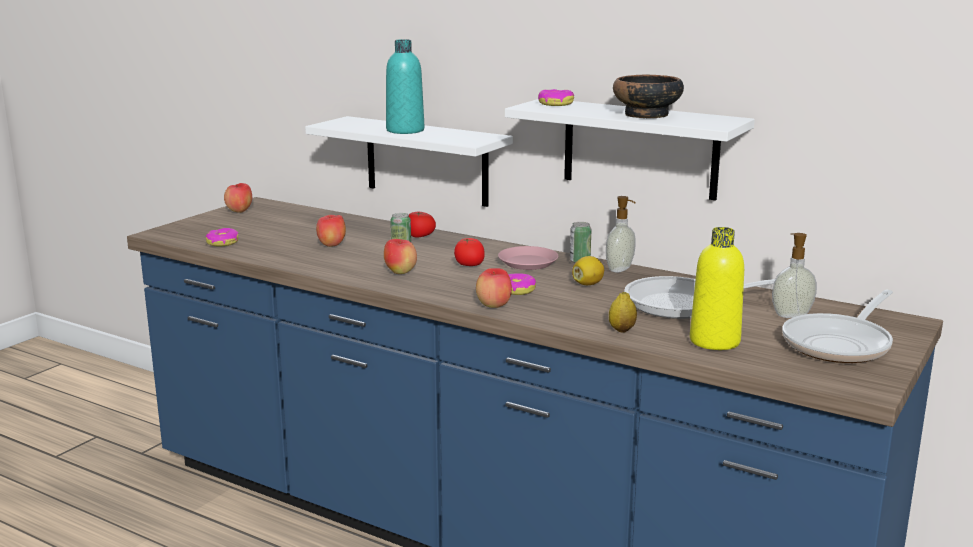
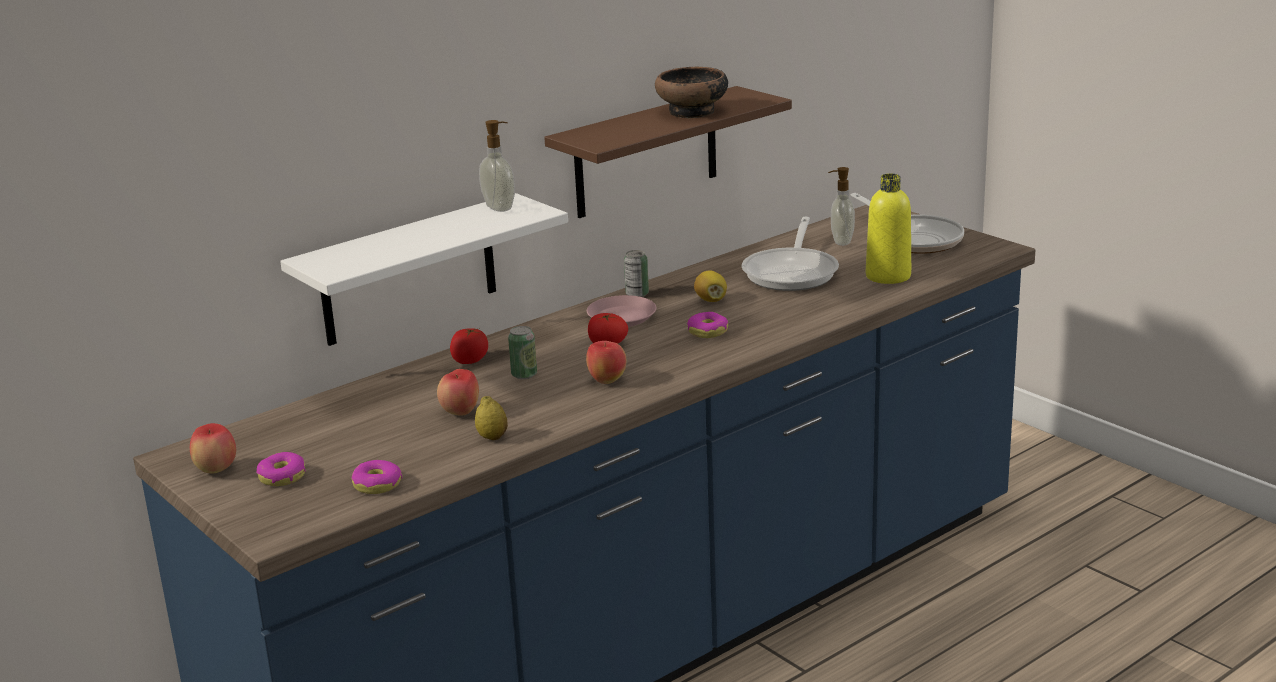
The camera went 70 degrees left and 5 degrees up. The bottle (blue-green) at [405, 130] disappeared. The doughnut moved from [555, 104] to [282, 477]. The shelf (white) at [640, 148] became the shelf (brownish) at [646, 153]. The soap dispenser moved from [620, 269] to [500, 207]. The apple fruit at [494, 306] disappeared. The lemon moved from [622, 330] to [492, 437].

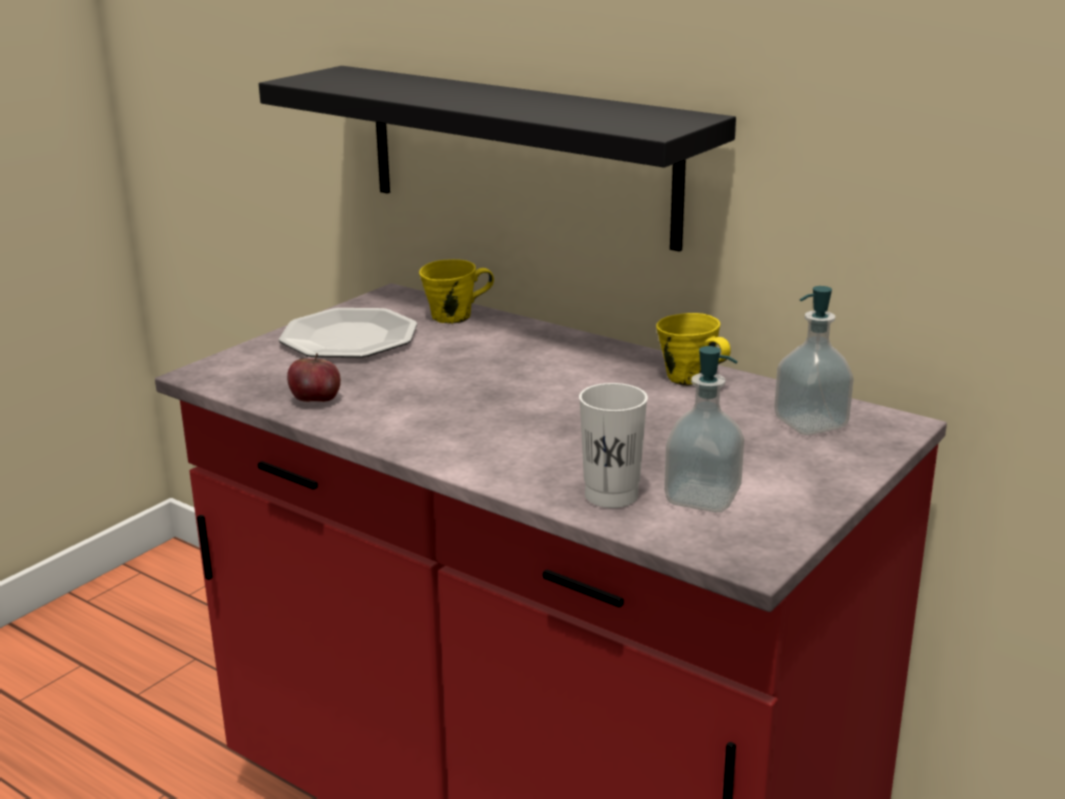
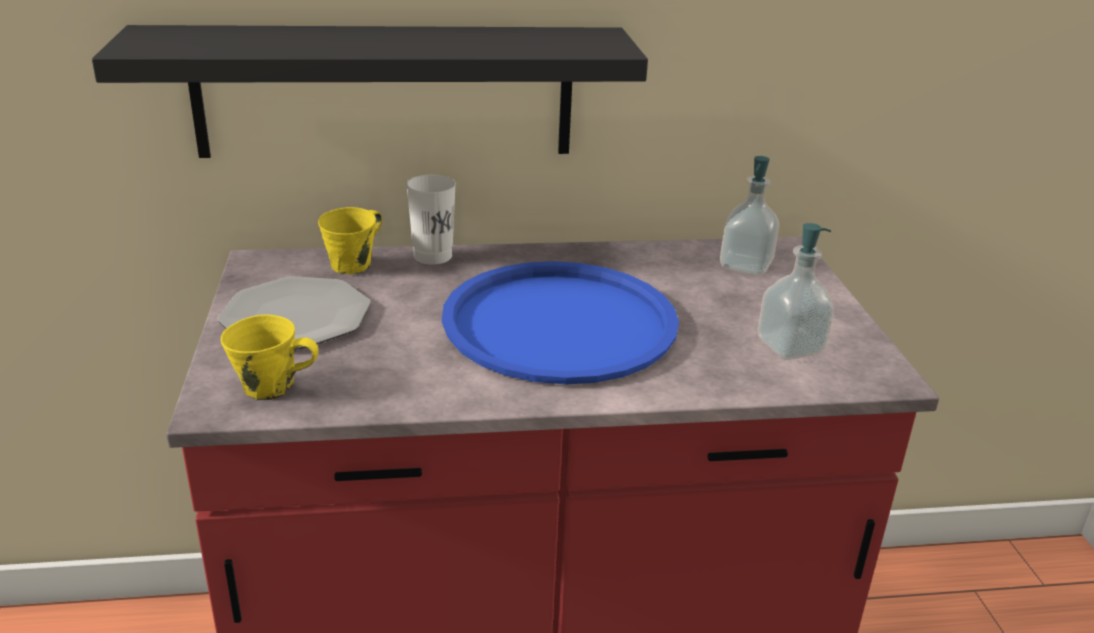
The camera went 45 degrees left and 5 degrees up. The mug (yellow-coloured) moved from [691, 379] to [272, 388]. The apple fruit at [315, 400] disappeared. The drinking cup (white) moved from [611, 495] to [432, 256]. The serving tray (blue) at [559, 323] appeared.

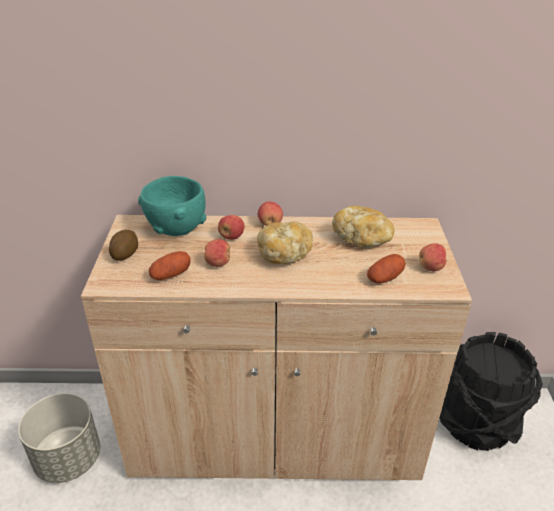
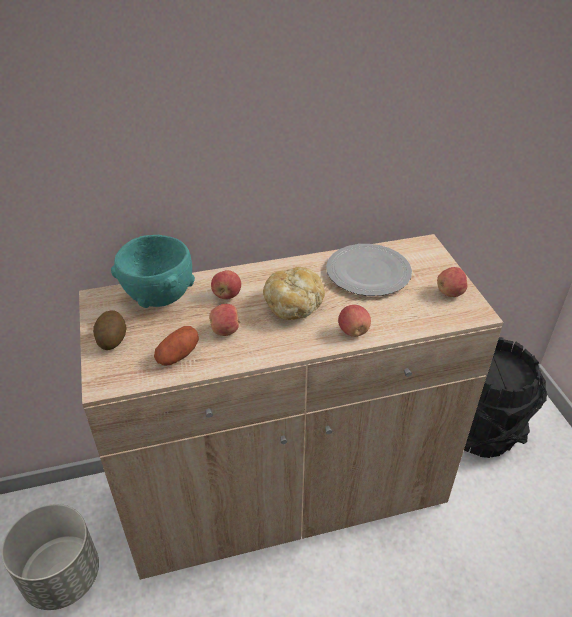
The camera went 15 degrees left and 5 degrees up. The apple fruit moved from [270, 224] to [353, 331]. The bakery bread at [362, 238] was replaced by the flat dish at [368, 272]. The spud at [385, 278] disappeared.

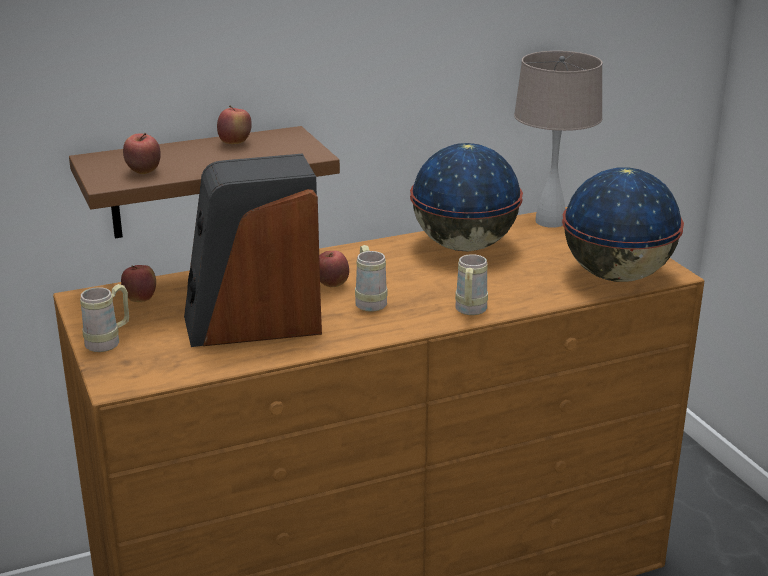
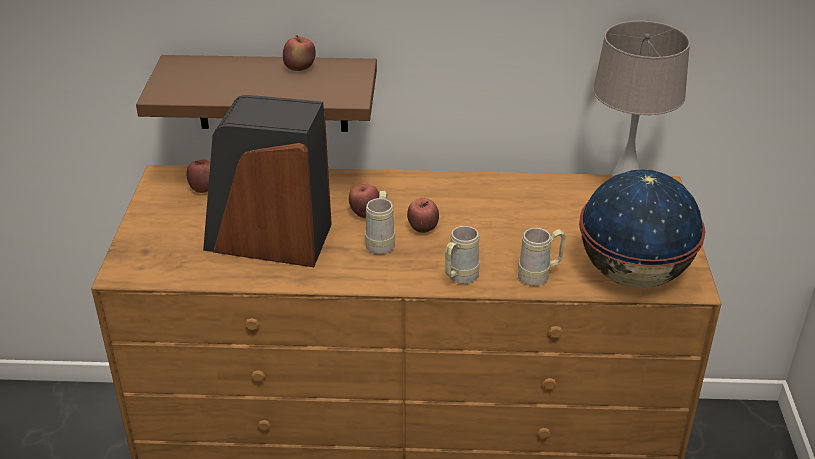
The camera went 25 degrees right and 10 degrees up. The apple fruit moved from [143, 172] to [423, 229]. The world globe at [463, 246] disappeared. The mug (beige) moved from [109, 342] to [539, 276].

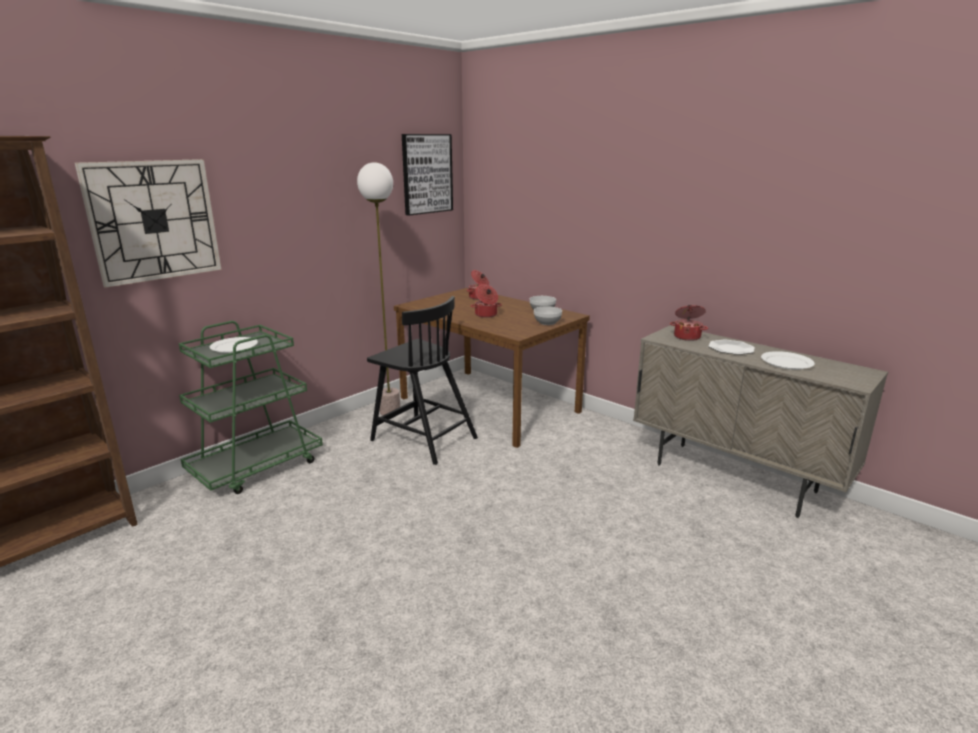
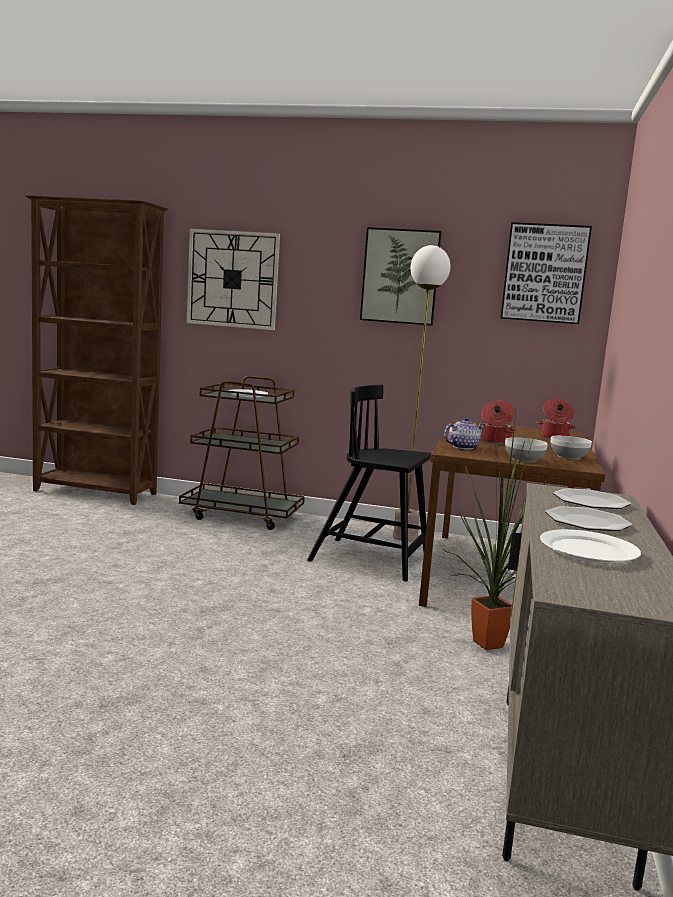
The camera went 60 degrees right and 10 degrees down. The plain chair (black-coloured) at [422, 438] turned 105 degrees clockwise. The saucepot at [687, 337] was replaced by the flat dish at [591, 501]. The wheeled cart (green) at [257, 467] became the wheeled cart (brownish) at [242, 515]. The wall art at [400, 276] appeared. The plant in a pot at [493, 644] appeared. The teapot at [462, 447] appeared.

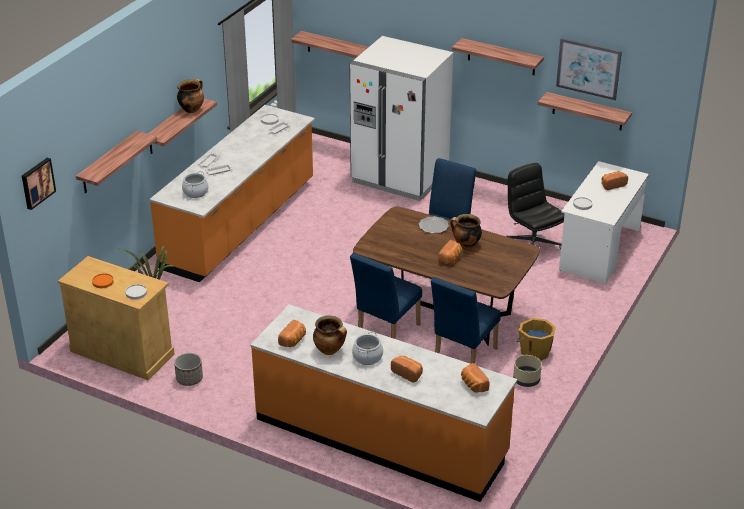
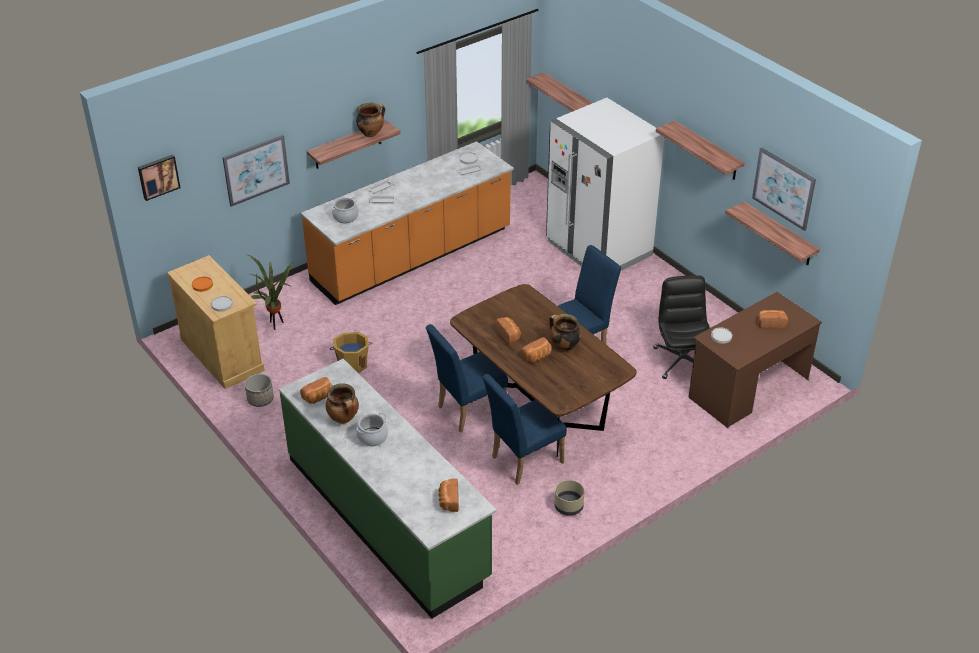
The camera went 25 degrees right and 5 degrees up. The shelf at [108, 163] was replaced by the wall art at [256, 170]. The desk unit (white) at [599, 250] became the desk unit (brownish) at [748, 388]. The flat dish at [433, 226] disappeared. The counter (orange-coloured) at [381, 437] became the counter (green) at [387, 517]. The bucket (orange-coloured) moved from [534, 351] to [352, 364]. The bakery bread moved from [408, 373] to [509, 335].

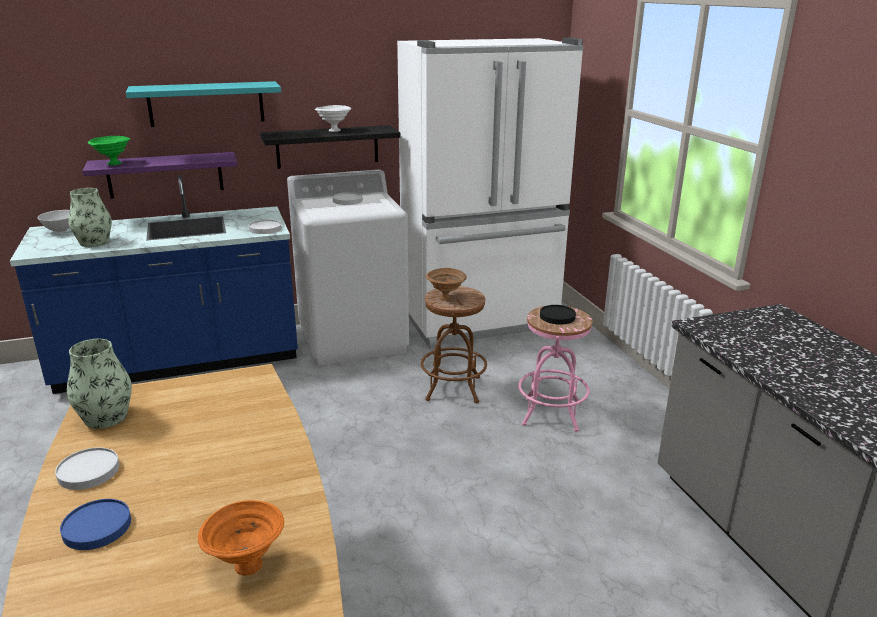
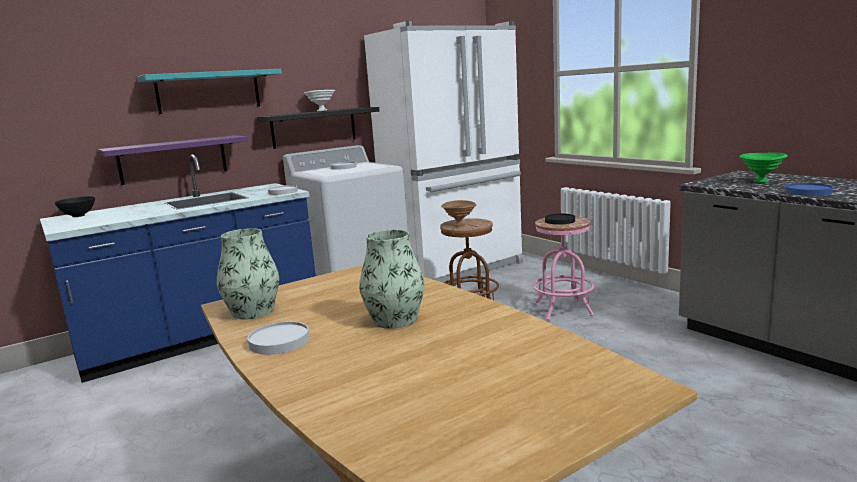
The camera went 15 degrees left and 10 degrees down. The serving bowl (green) moved from [113, 164] to [761, 182]. The flower vase moved from [94, 242] to [395, 319]. The serving bowl (white) at [61, 231] became the serving bowl (black-coloured) at [78, 216]. The flat dish (blue) moved from [96, 527] to [808, 192]. The serving bowl (orange-coloured) at [246, 566] disappeared.

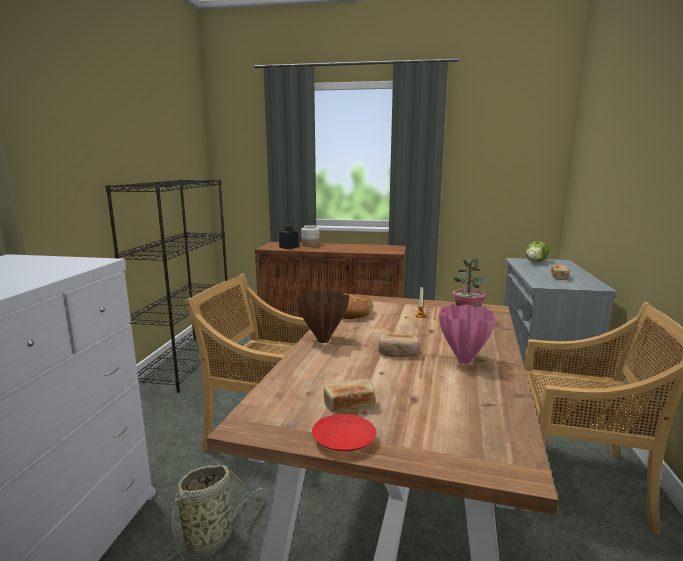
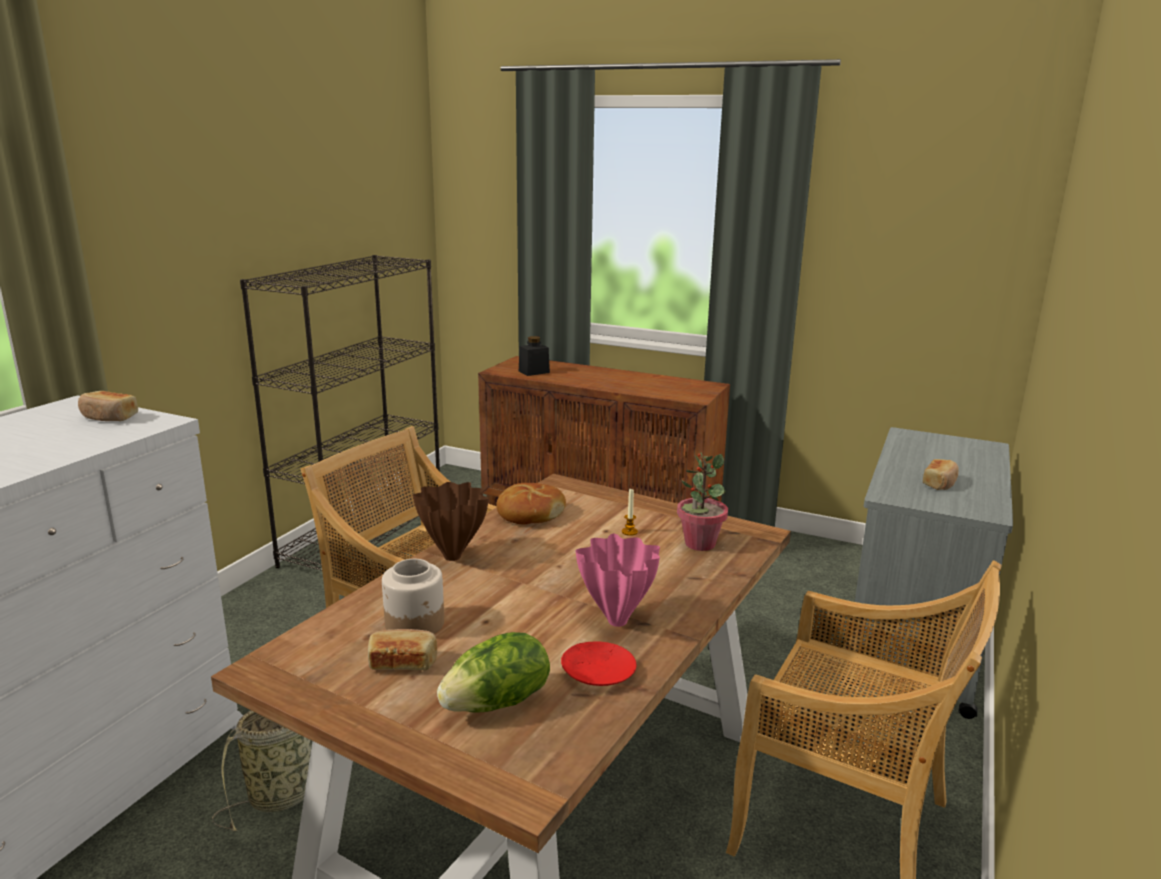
The camera went 15 degrees right and 5 degrees up. The storage jar moved from [310, 245] to [415, 624]. The lettuce moved from [536, 262] to [498, 703]. The bakery bread moved from [398, 353] to [109, 417]. The flat dish (red-coloured) moved from [343, 439] to [597, 671].

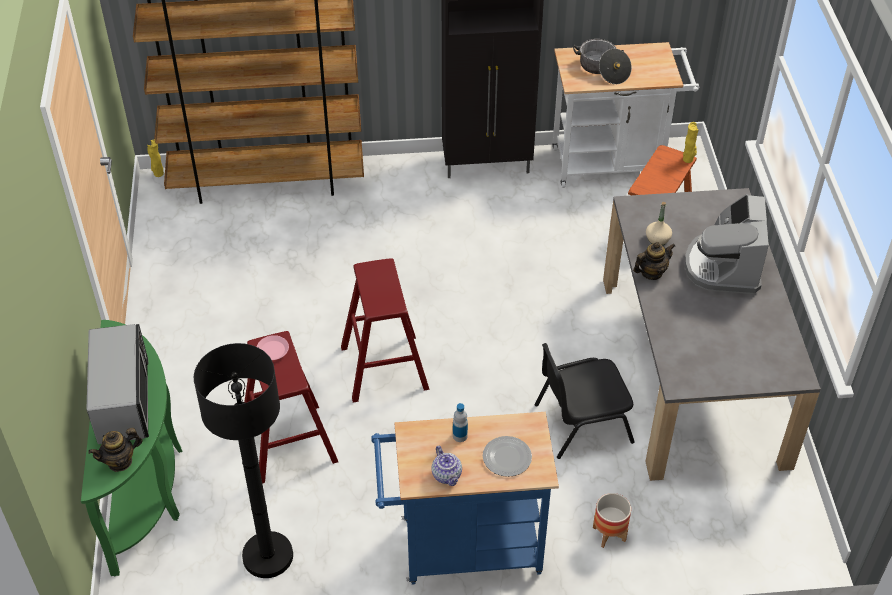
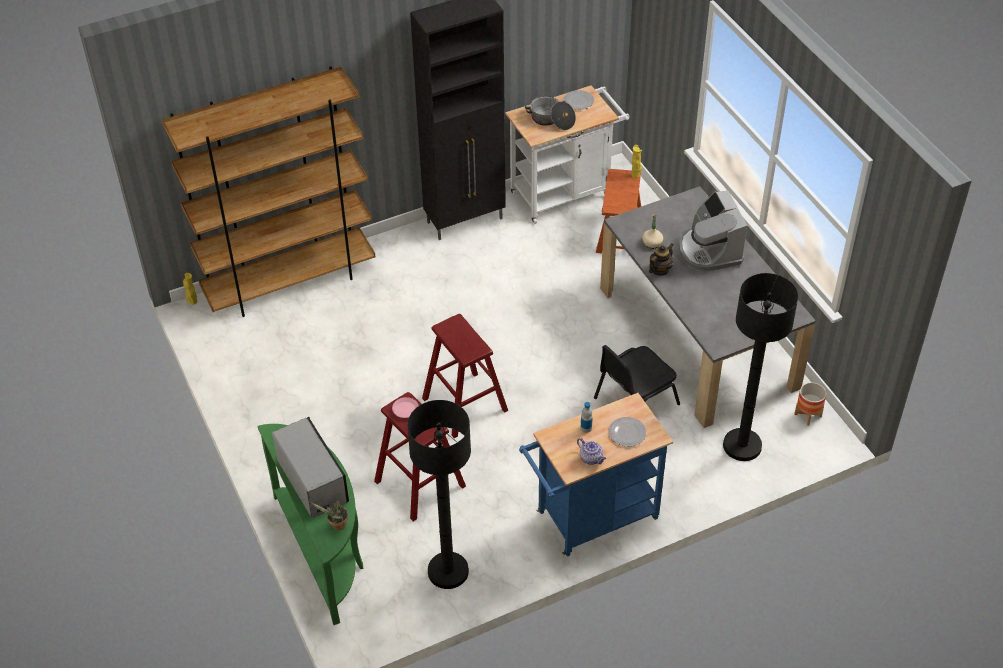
The camera went 20 degrees left and 0 degrees up. The teapot at [120, 461] was replaced by the plant in a pot at [337, 526]. The plant pot moved from [609, 534] to [808, 415]. The flat dish at [578, 101] appeared. The standard lamp (black-coloured) at [742, 445] appeared.

